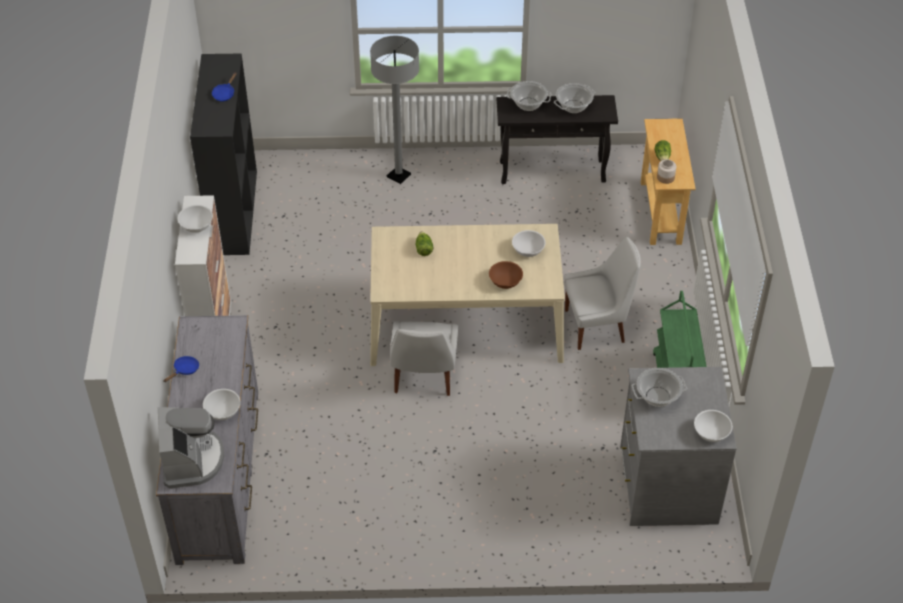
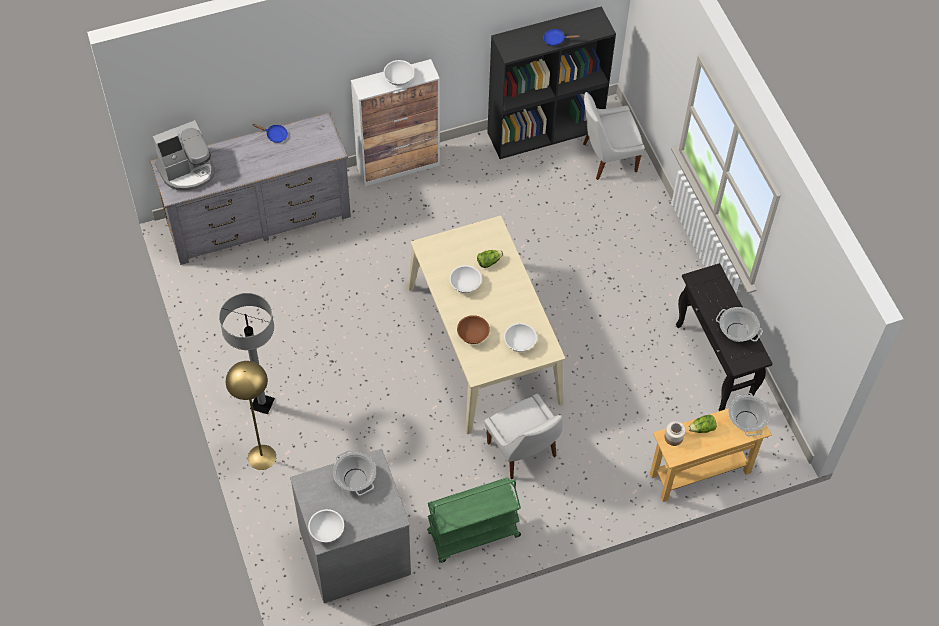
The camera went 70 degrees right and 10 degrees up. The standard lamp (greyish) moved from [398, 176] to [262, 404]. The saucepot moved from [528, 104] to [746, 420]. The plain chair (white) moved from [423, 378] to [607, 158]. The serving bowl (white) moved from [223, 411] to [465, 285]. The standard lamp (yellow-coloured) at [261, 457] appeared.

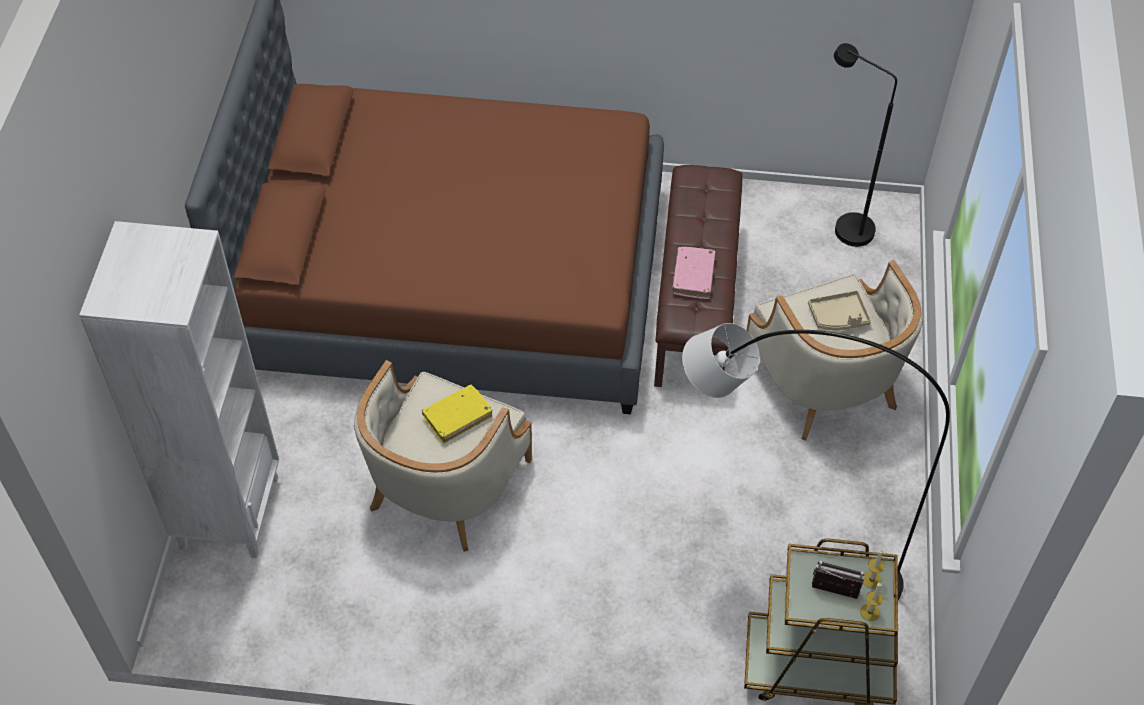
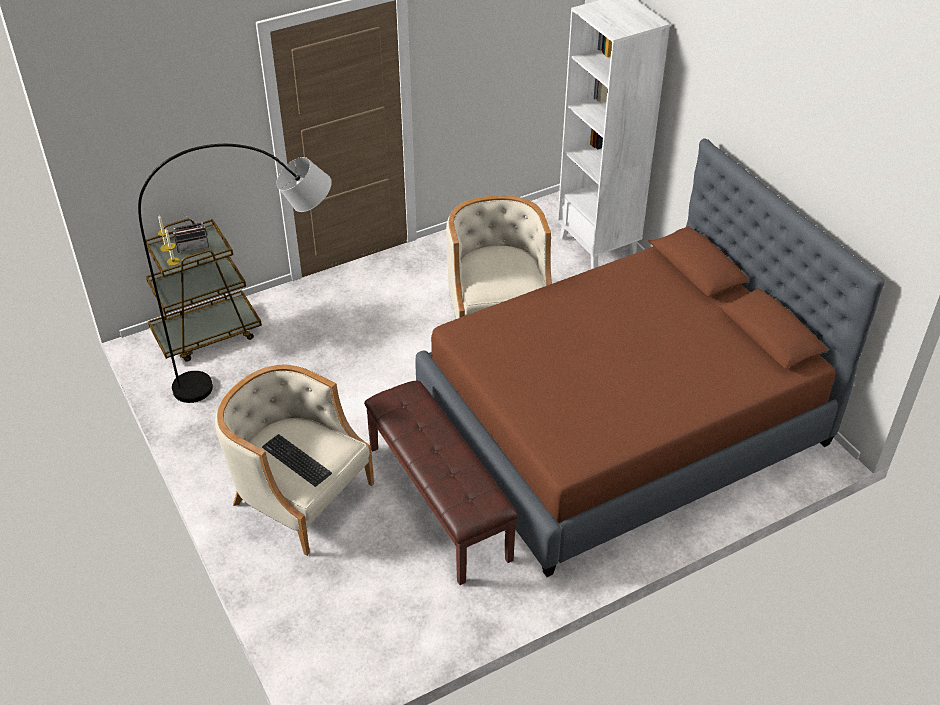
The camera went 145 degrees right and 10 degrees down. The standard lamp (black-coloured) at [843, 227] disappeared. The volume (pink) at [693, 276] disappeared. The serving tray (beige) at [838, 317] was replaced by the PC keyboard at [296, 460]. The volume (yellow-coloured) at [457, 417] disappeared.

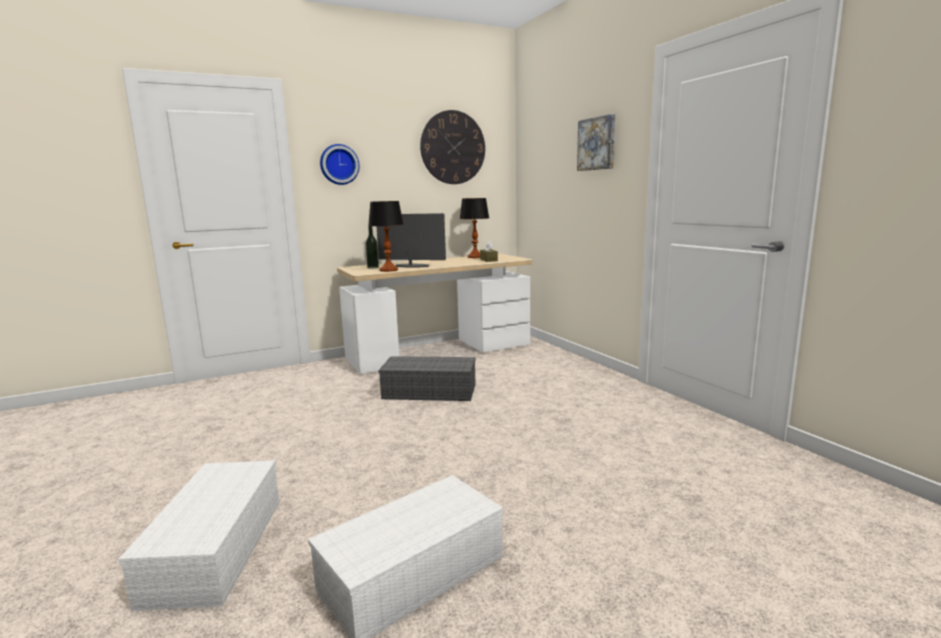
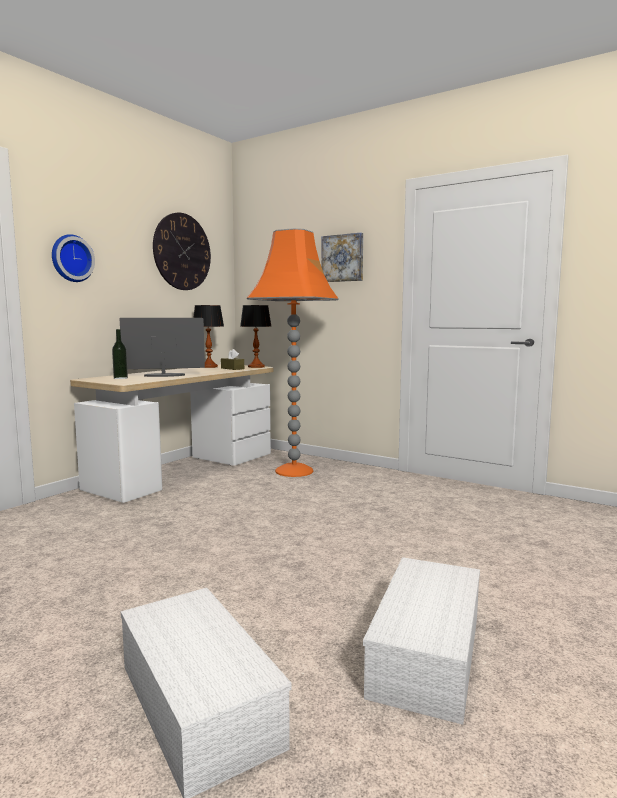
The camera went 30 degrees left and 5 degrees down. The tabletop lamp moved from [388, 270] to [256, 367]. The storage box (greyish) at [431, 391] disappeared. The standard lamp (orange-coloured) at [295, 471] appeared.

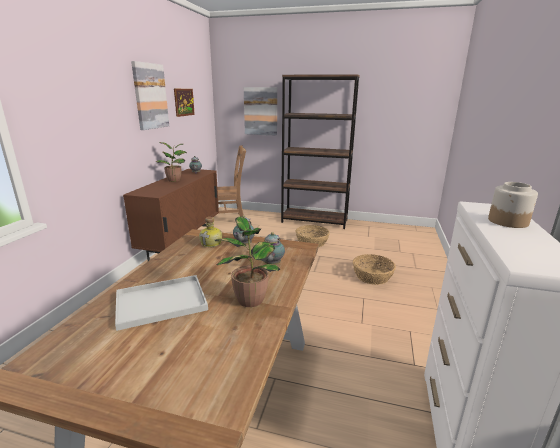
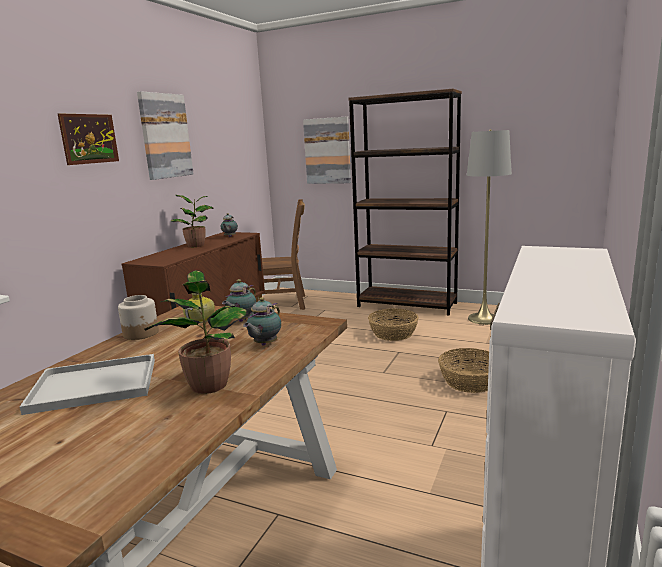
The camera went 10 degrees right and 5 degrees down. The wall art moved from [184, 102] to [89, 139]. The storage jar moved from [508, 222] to [141, 333]. The standard lamp (greyish) at [483, 319] appeared.

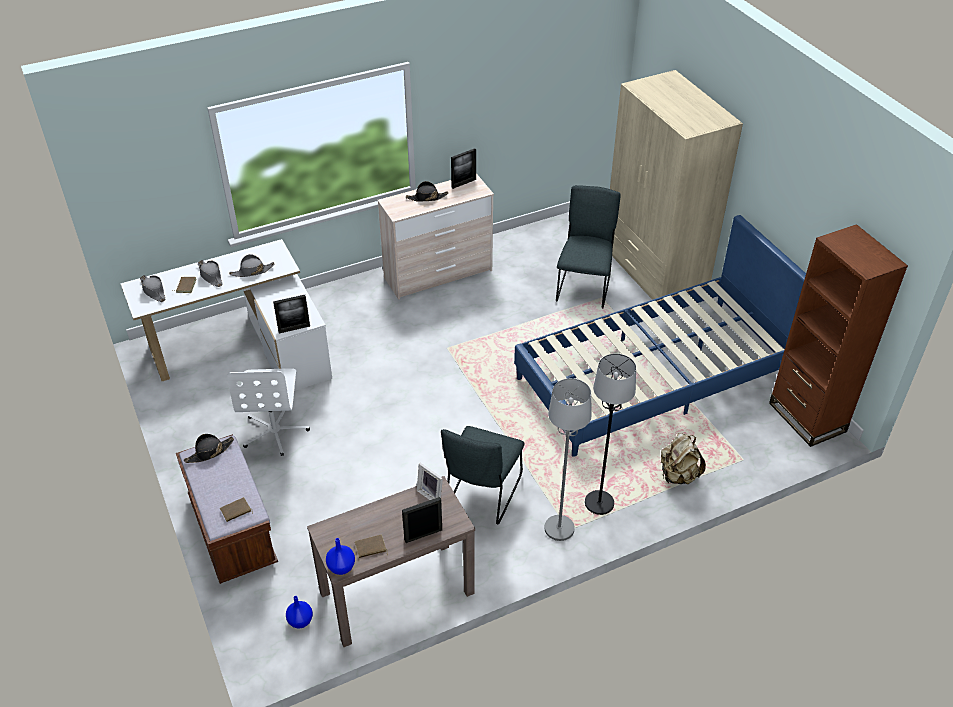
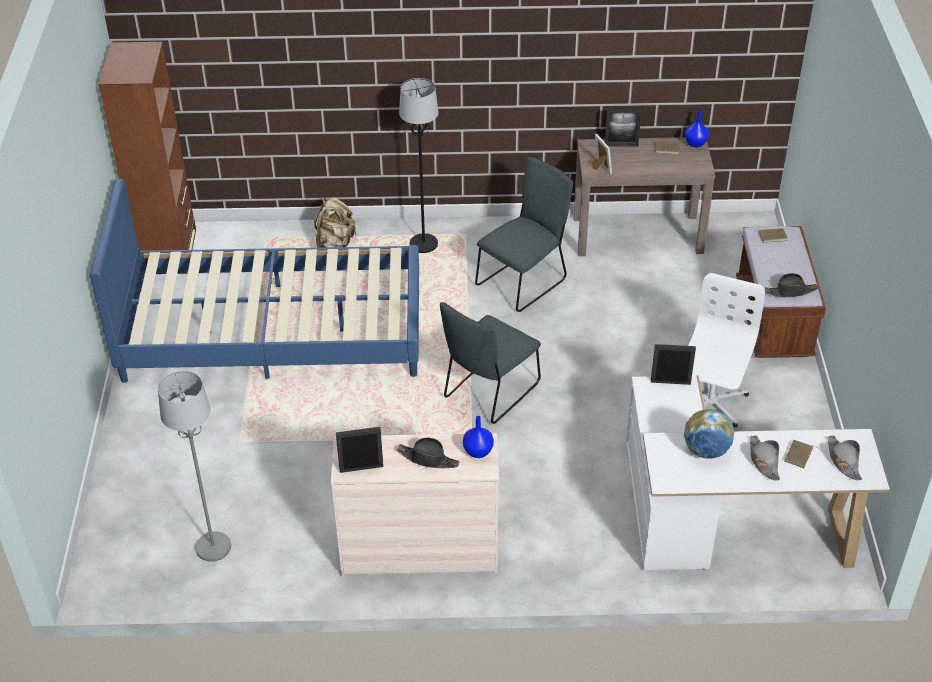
The camera went 155 degrees left and 0 degrees up. The wardrobe (beige) at [654, 271] disappeared. The plain chair (greyish) moved from [584, 286] to [489, 393]. The hat (greyish) at [252, 271] was replaced by the world globe at [706, 450]. The standard lamp (greyish) moved from [559, 528] to [213, 547]. The flower vase (blue) moved from [301, 621] to [477, 451].

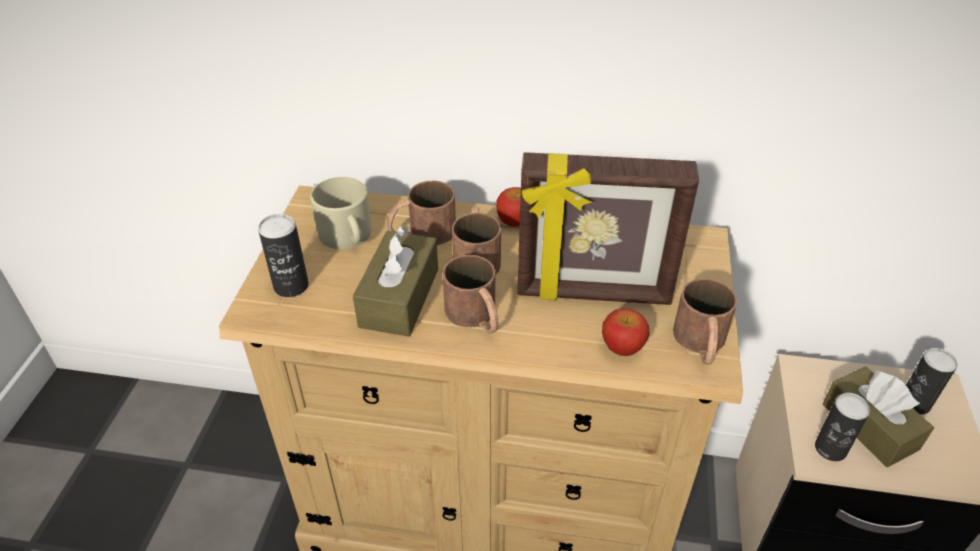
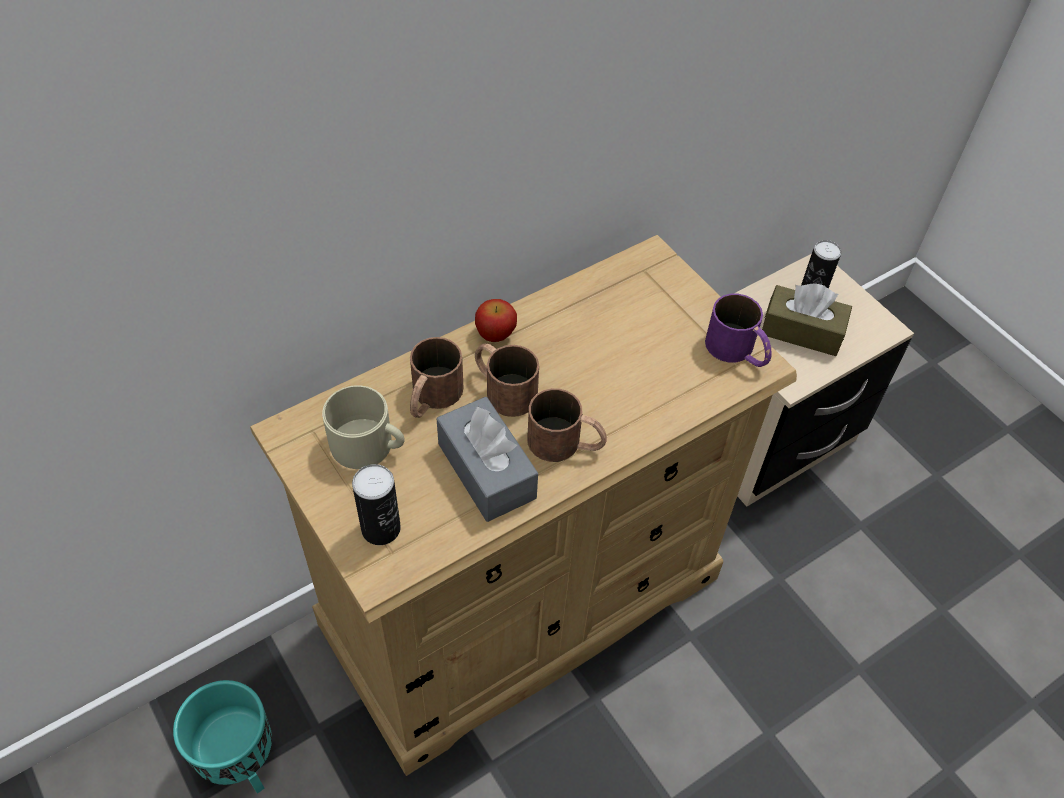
The camera went 45 degrees left and 10 degrees up. The standing frame at [593, 294] disappeared. The tissue box (brownish) at [399, 297] became the tissue box (greyish) at [486, 471]. The mug (brownish) at [701, 344] became the mug (purple-coloured) at [738, 351]. The apple fruit at [622, 347] disappeared. The sealed can at [830, 448] disappeared. The plant pot (blue-green) at [243, 761] appeared.

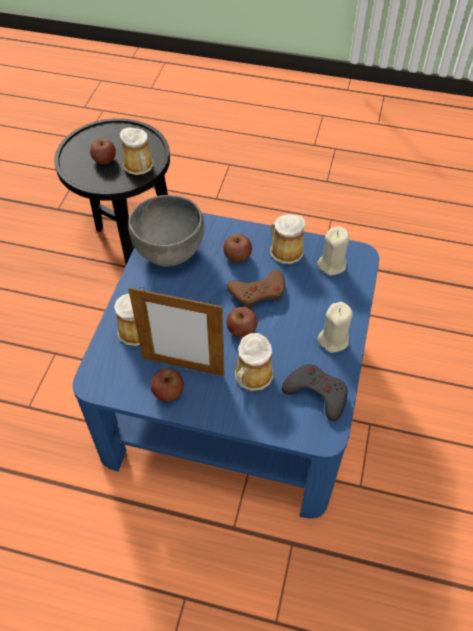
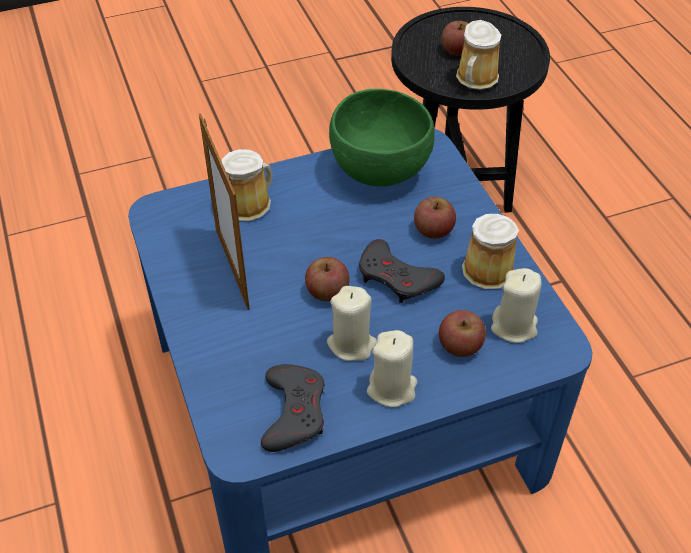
The camera went 55 degrees right and 5 degrees down. The serving bowl (greyish) at [169, 253] became the serving bowl (green) at [378, 171]. The game controller (brownish) at [258, 292] became the game controller (greyish) at [397, 277]. The mug at [252, 377] disappeared. The apple fruit moved from [168, 392] to [460, 345]. The wax light (beige) at [352, 344] appeared.

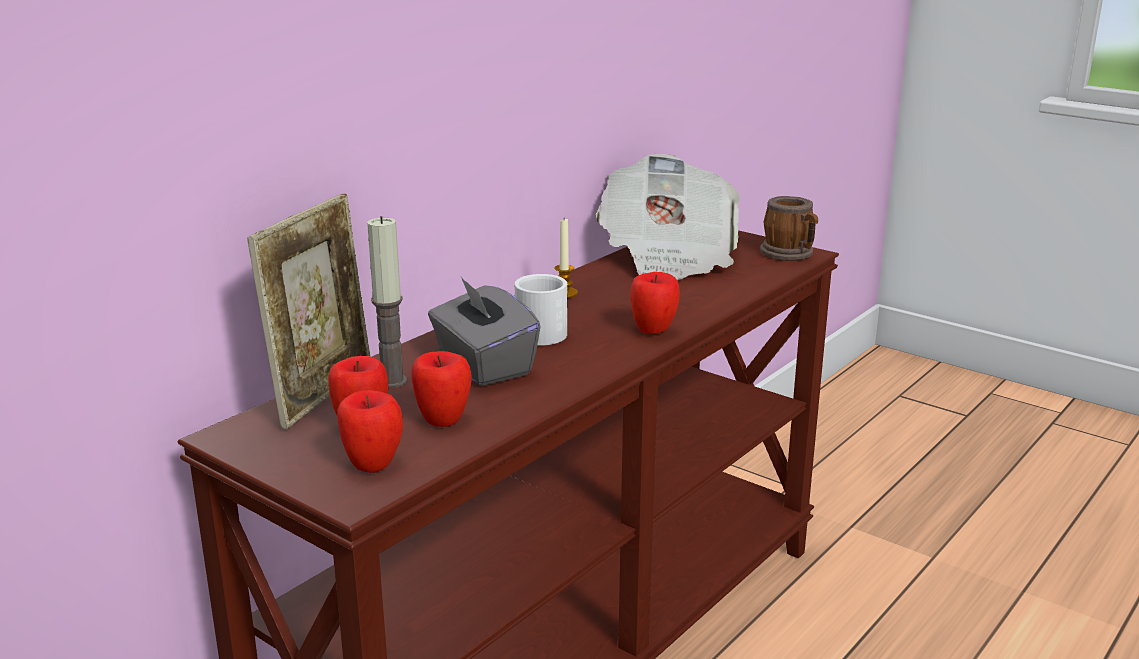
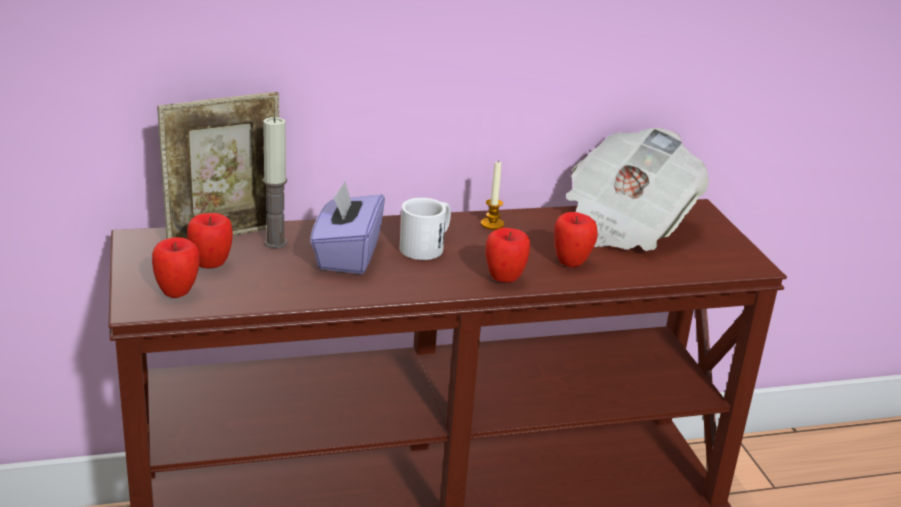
The camera went 35 degrees right and 5 degrees up. The mug at [790, 254] disappeared. The tissue box (greyish) at [483, 365] became the tissue box (purple-coloured) at [347, 255]. The apple fruit moved from [443, 420] to [571, 262].

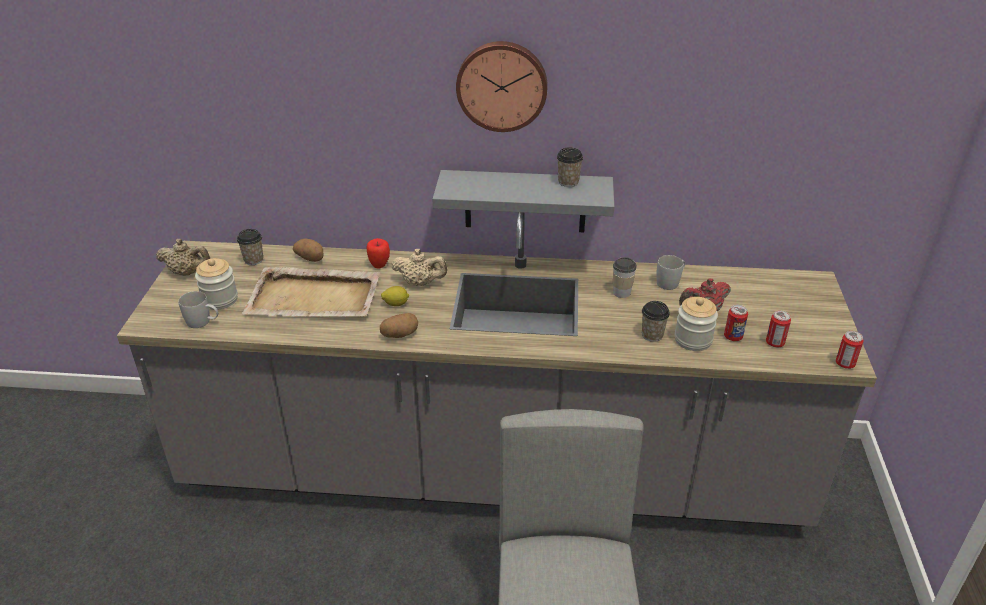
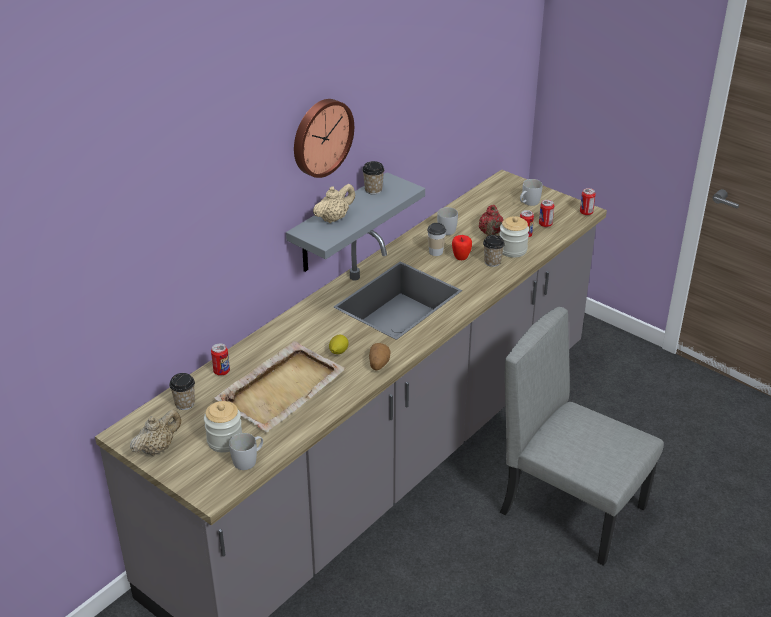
The camera went 55 degrees left and 0 degrees up. The spud at [311, 258] was replaced by the sealed can at [221, 371]. The apple fruit moved from [379, 265] to [461, 257]. The teapot (beige) moved from [420, 283] to [334, 218]. The mug (white) at [528, 203] appeared.

